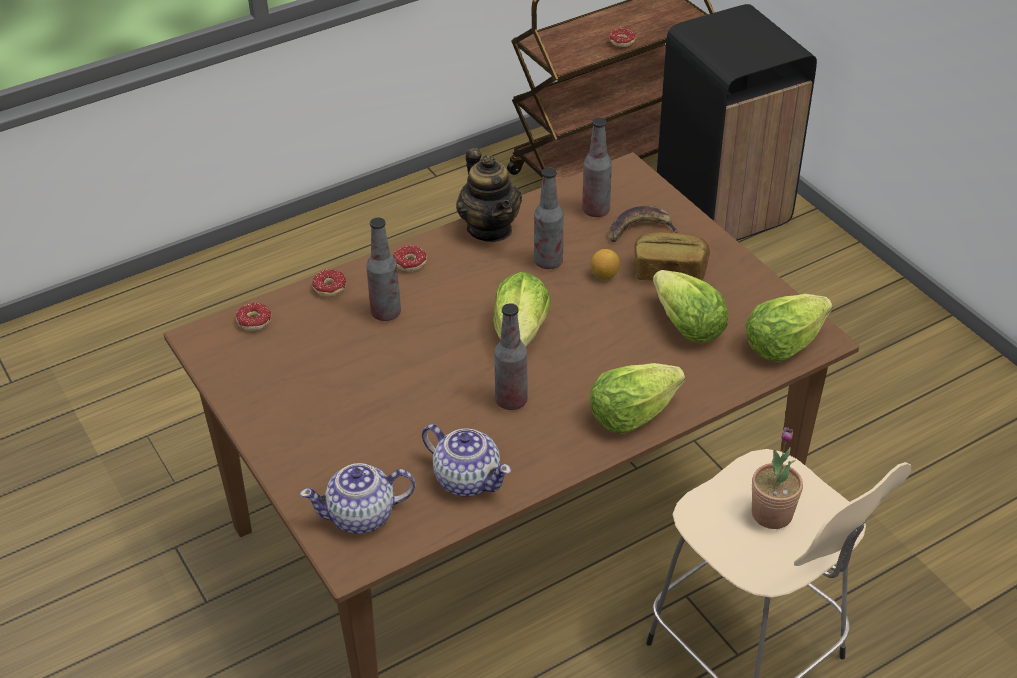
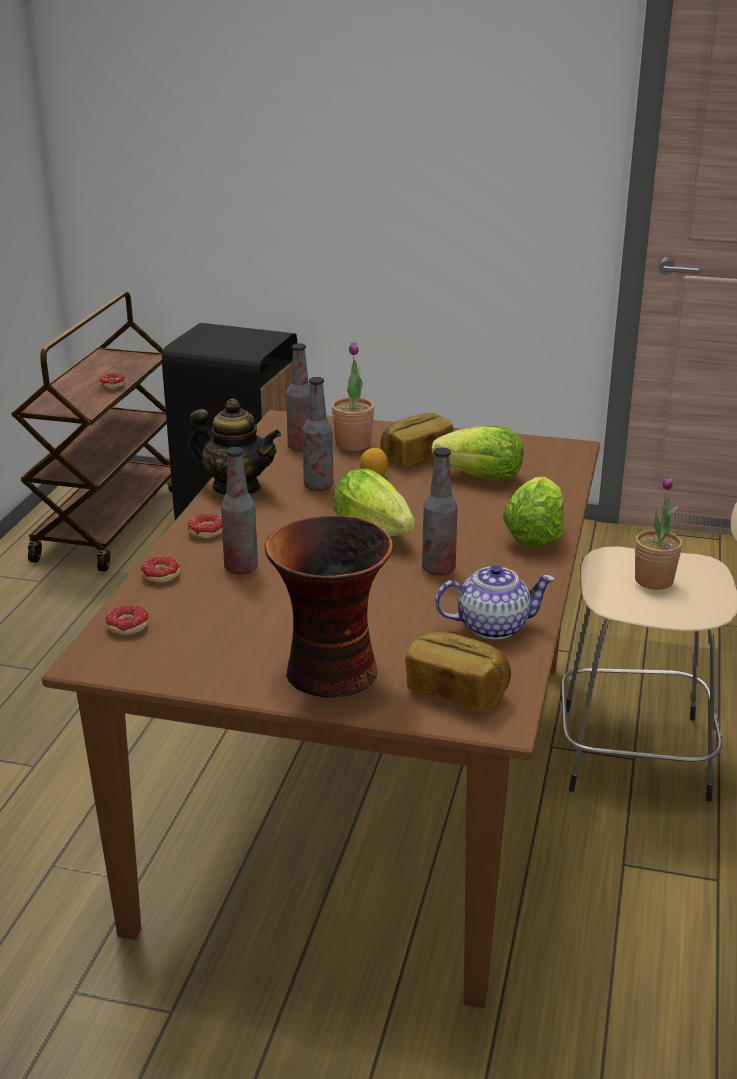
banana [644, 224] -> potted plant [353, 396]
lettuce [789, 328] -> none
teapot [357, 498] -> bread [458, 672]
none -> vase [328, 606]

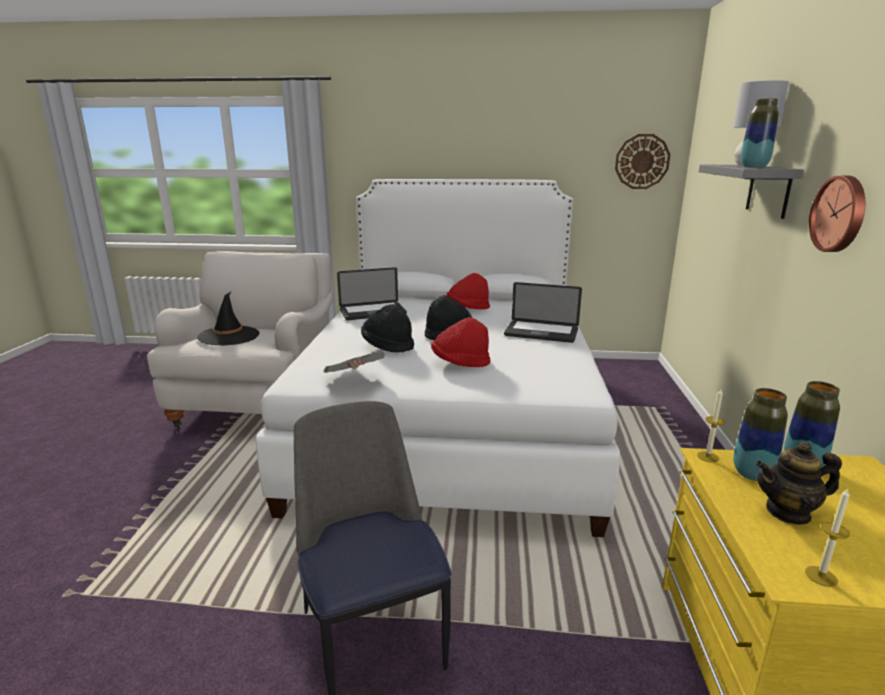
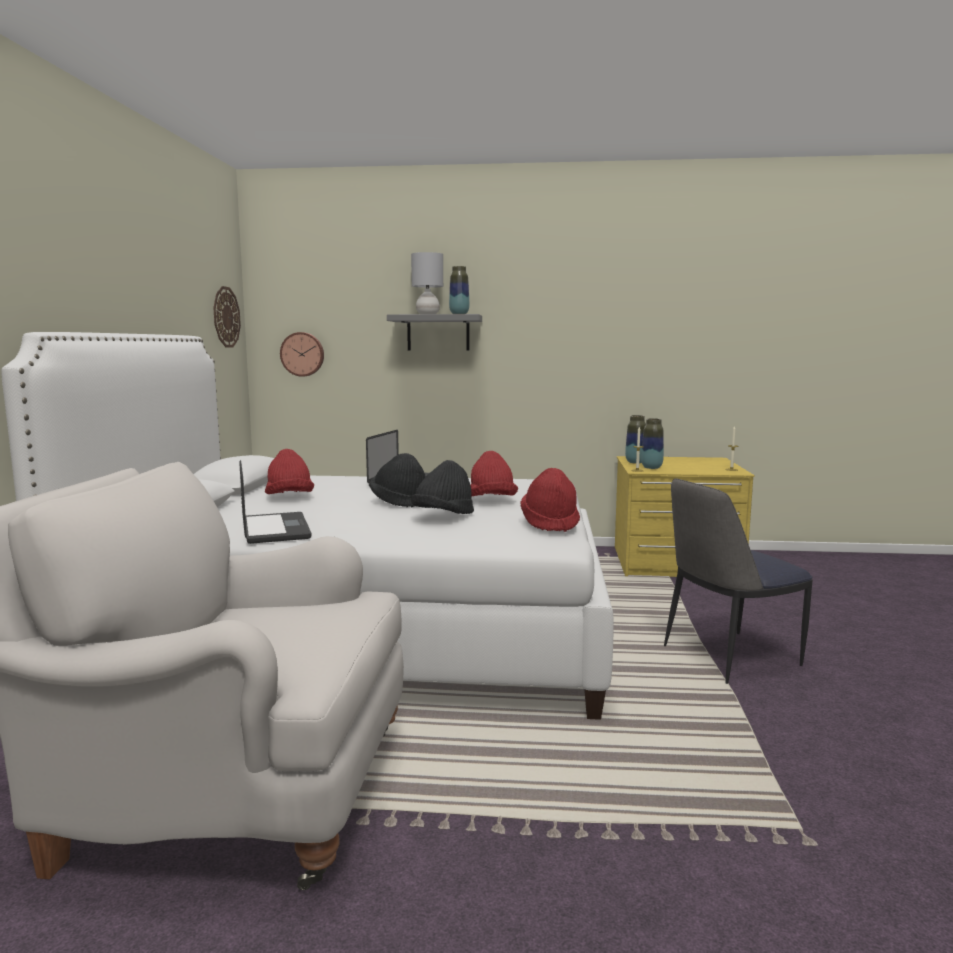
wall clock [837, 213] -> wall clock [302, 354], moved
hat (black) [228, 318] -> none
newspaper [354, 363] -> hat (red) [550, 500]
teapot [799, 483] -> none

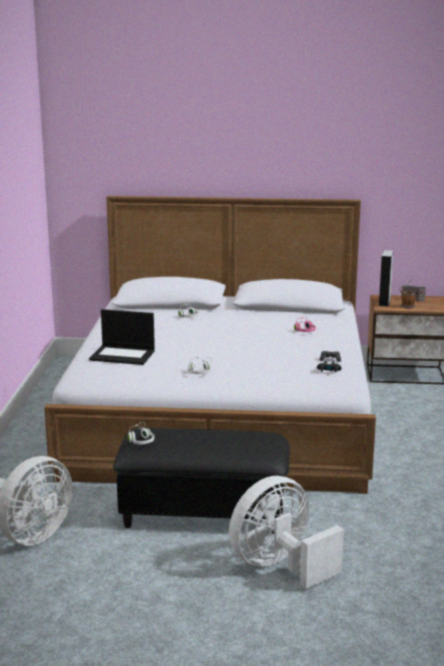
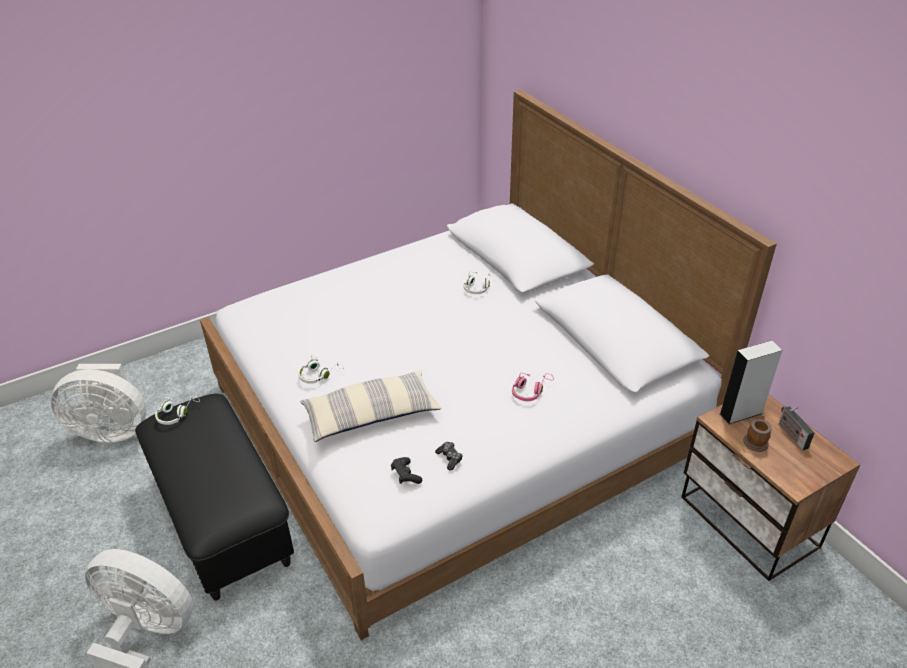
laptop [122, 337] -> none
none -> pillow [370, 406]

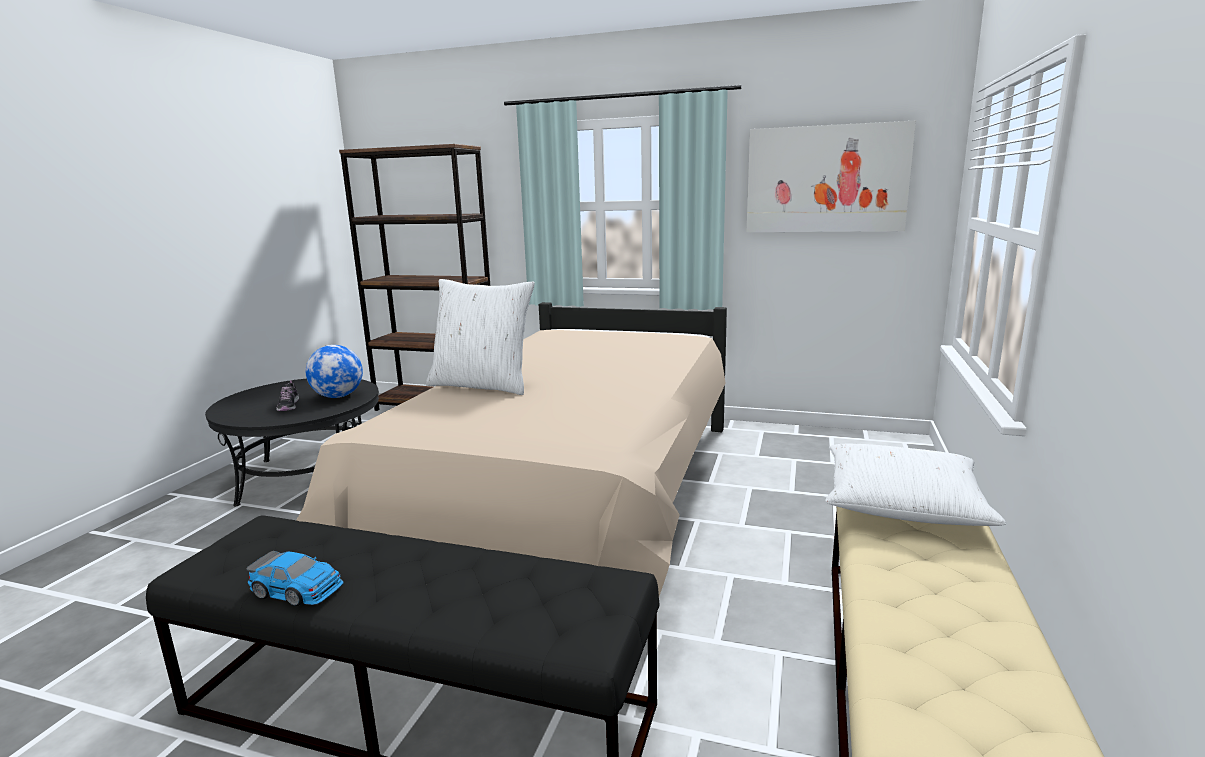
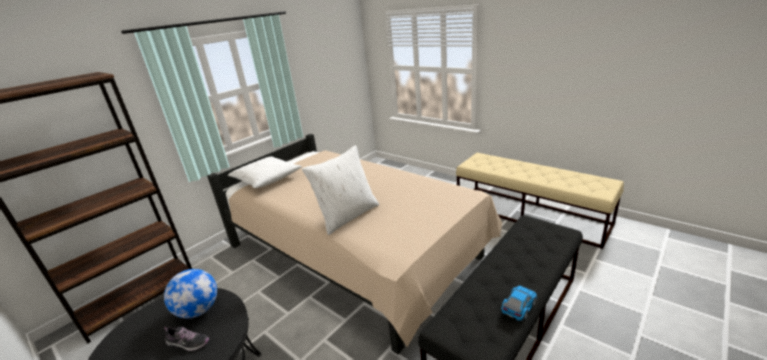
picture [831, 176] -> none
pillow (white) [915, 484] -> pillow (white) [265, 172], moved

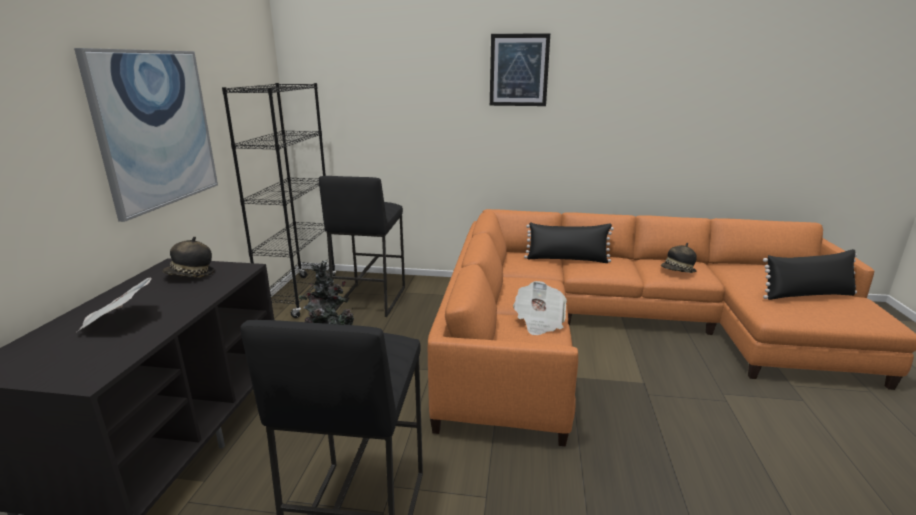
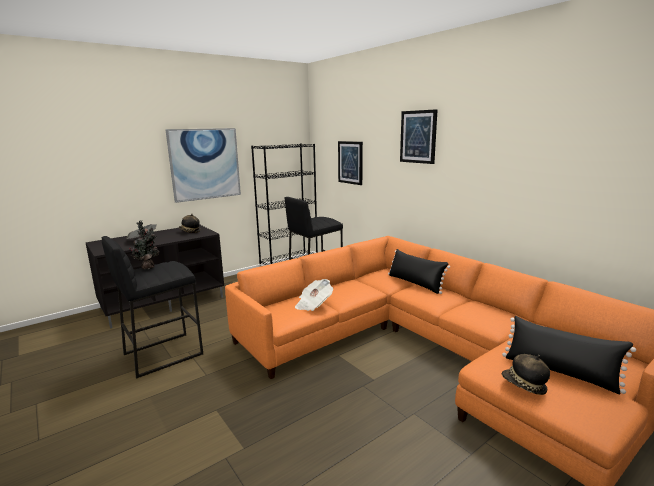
hat [679, 258] -> hat [526, 374], moved
none -> picture [350, 163]

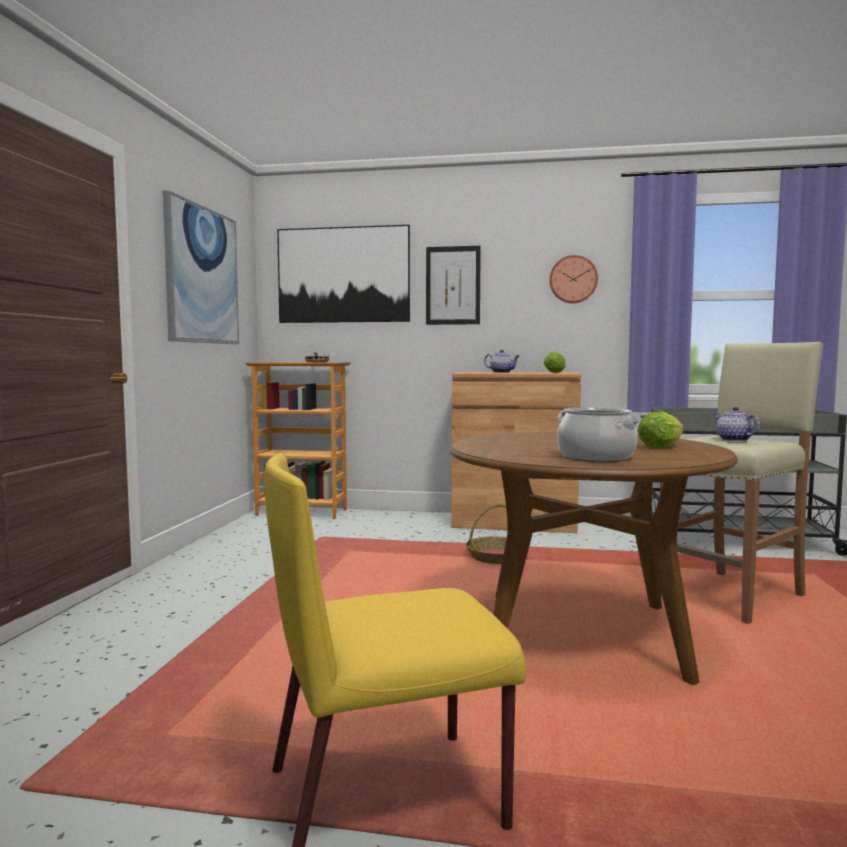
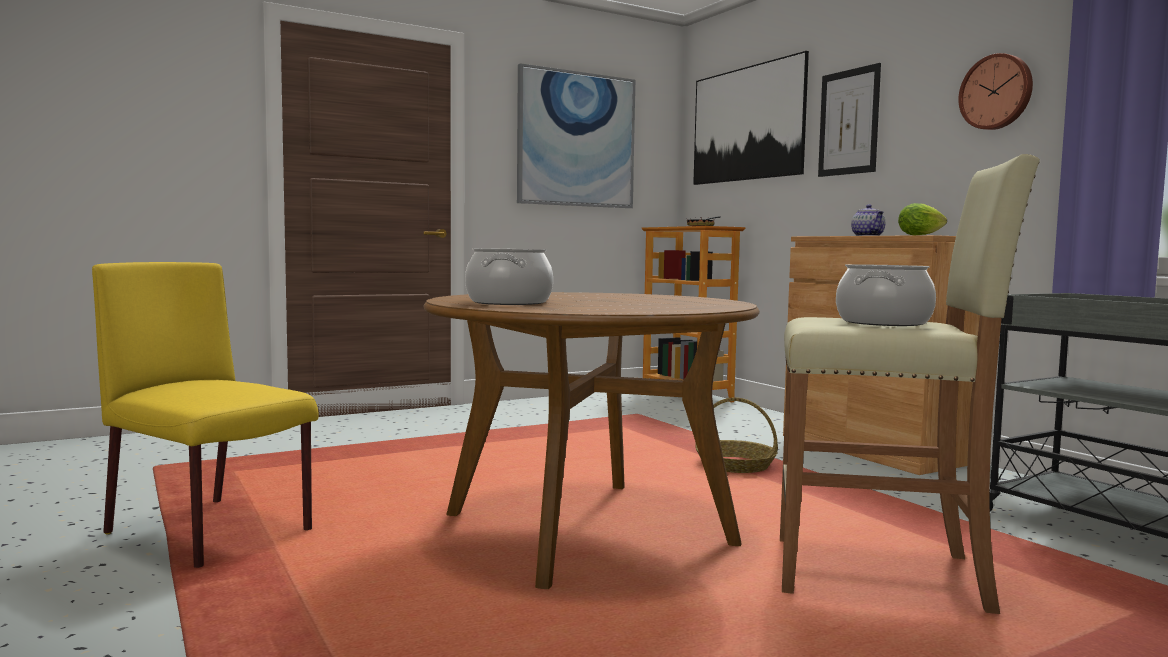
teapot [736, 424] -> cooking pot [886, 295]
lettuce [660, 430] -> none

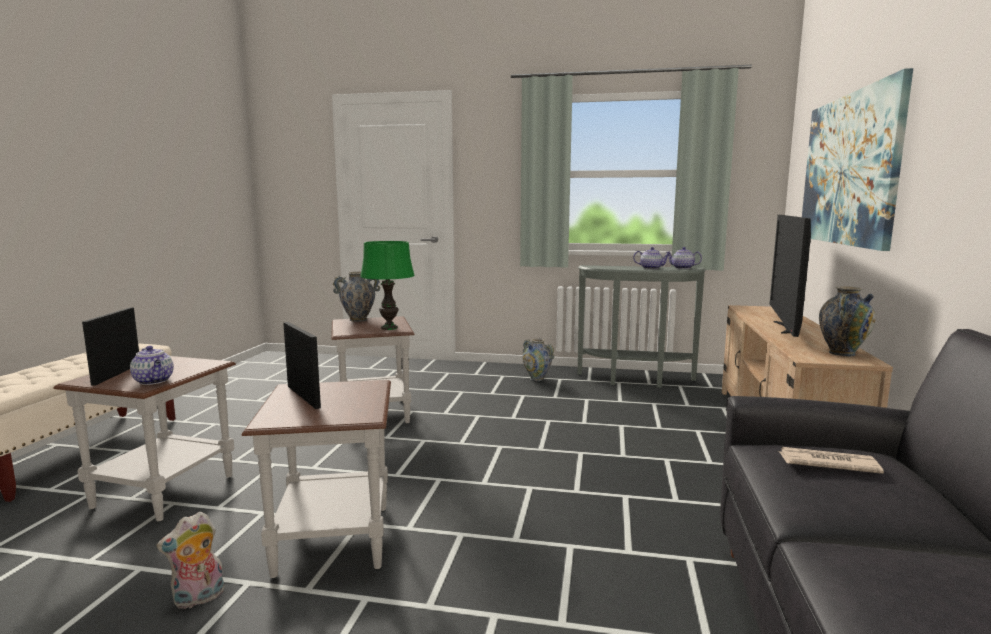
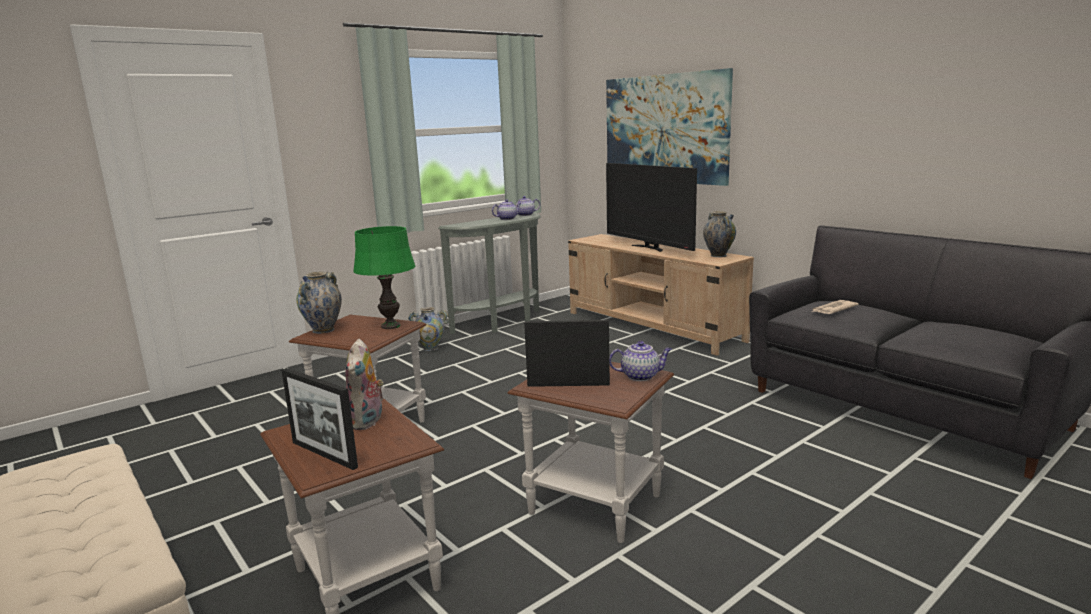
teapot [152, 365] -> teapot [640, 361], moved
plush toy [191, 561] -> plush toy [364, 384], moved

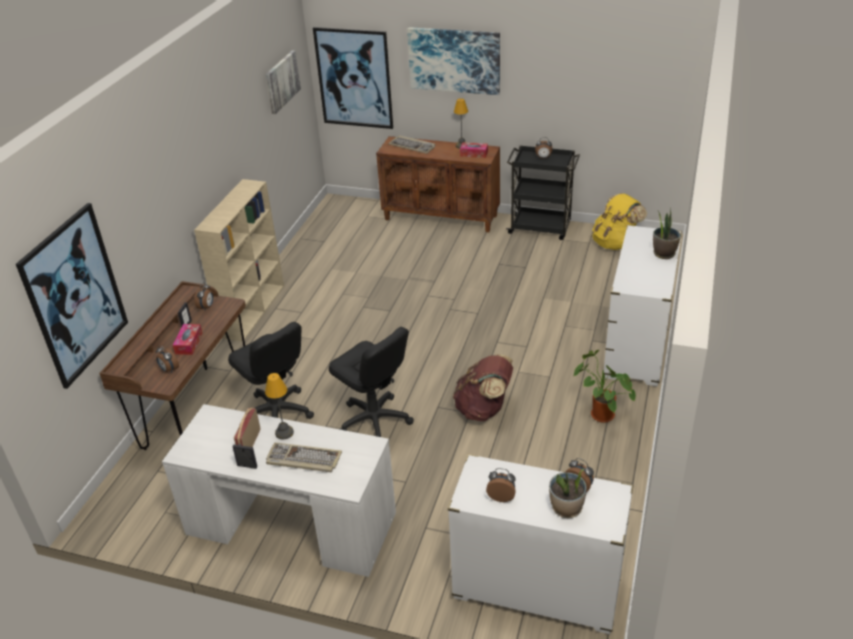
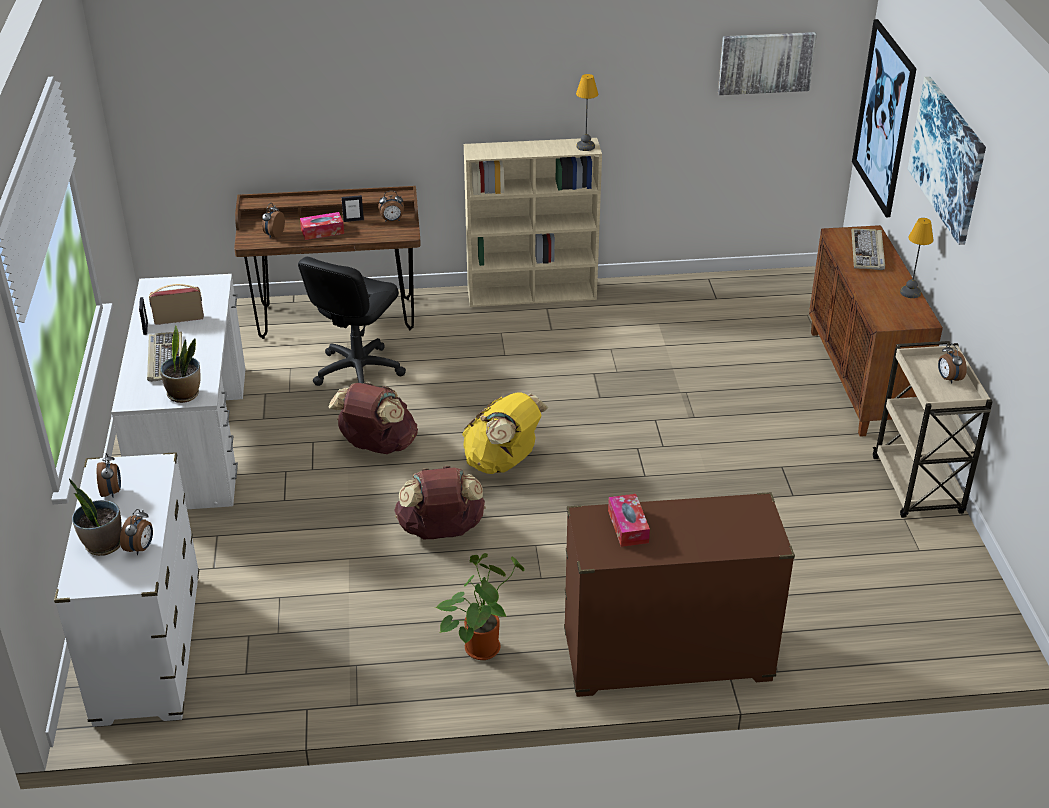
tissue box [474, 150] -> tissue box [629, 520], moved
cart (black) [543, 192] -> cart (beige) [933, 429]
backpack (yellow) [619, 221] -> backpack (yellow) [505, 433], moved
picture [72, 296] -> none
potted plant [667, 233] -> potted plant [180, 364], moved
dresser (white) [643, 305] -> dresser (brown) [679, 594]
office chair (black) [371, 382] -> backpack (brown) [373, 418]
table lamp [279, 406] -> table lamp [587, 112], moved

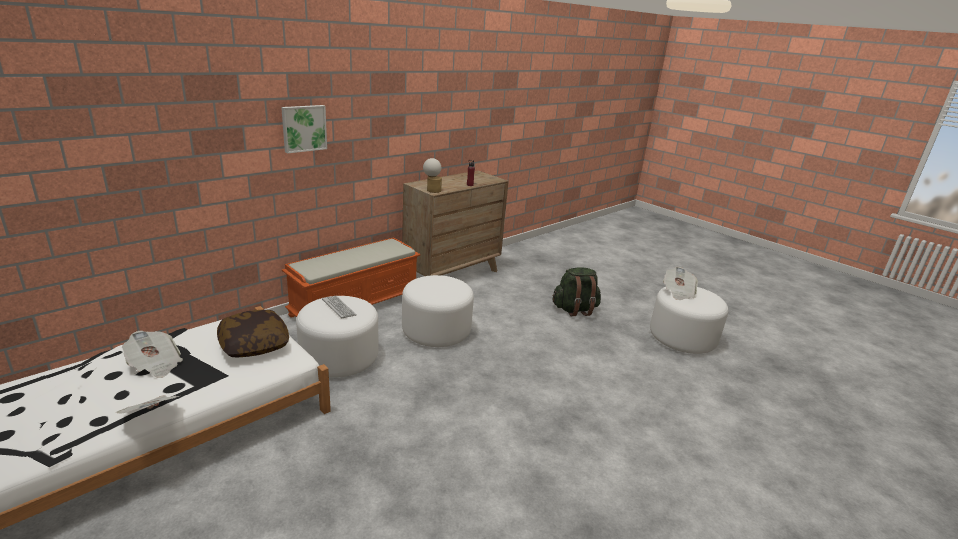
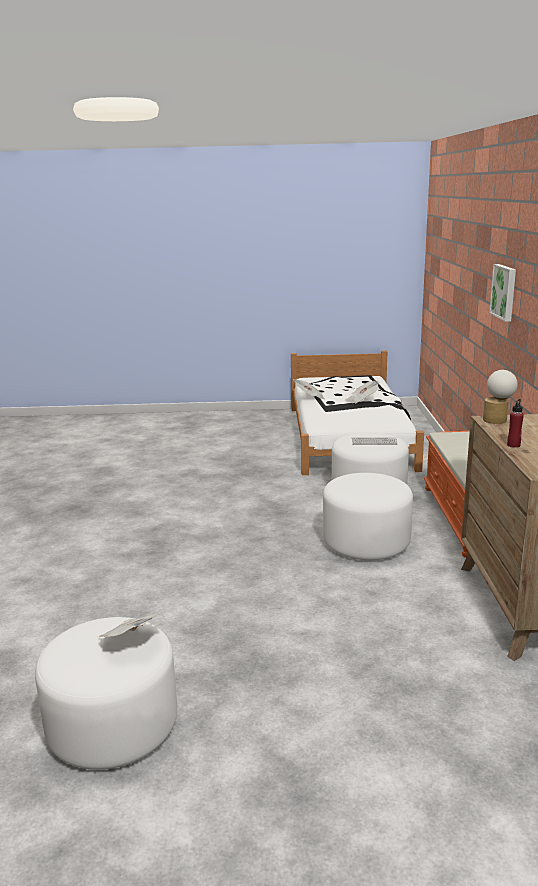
backpack (green) [576, 291] -> none
pillow [253, 334] -> none

